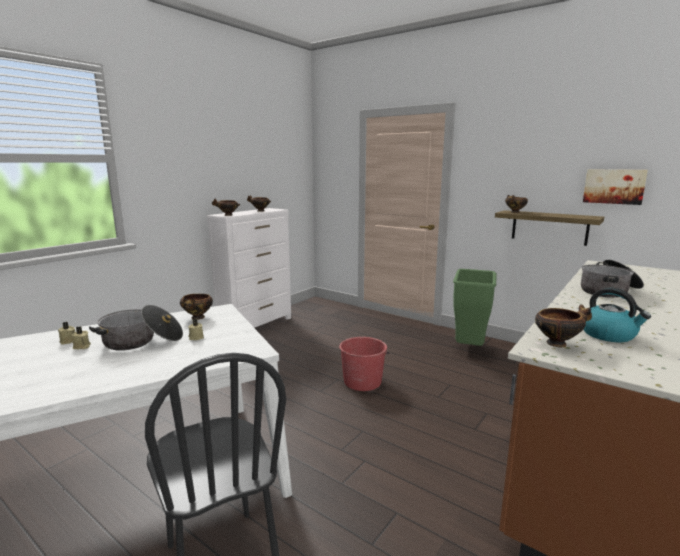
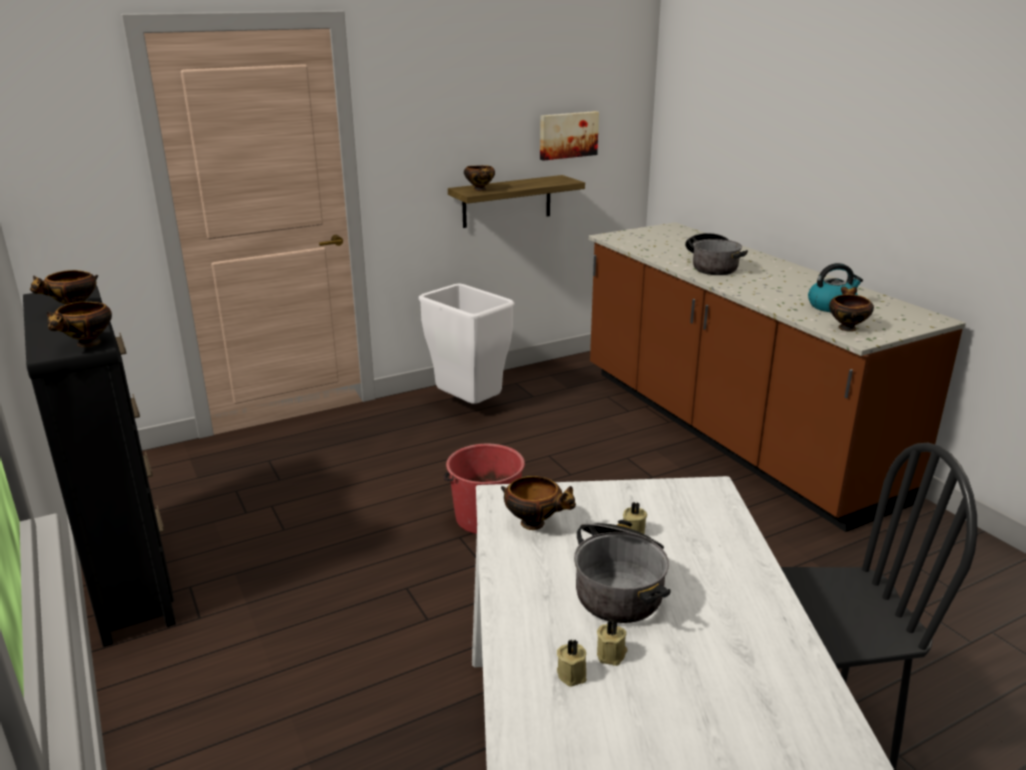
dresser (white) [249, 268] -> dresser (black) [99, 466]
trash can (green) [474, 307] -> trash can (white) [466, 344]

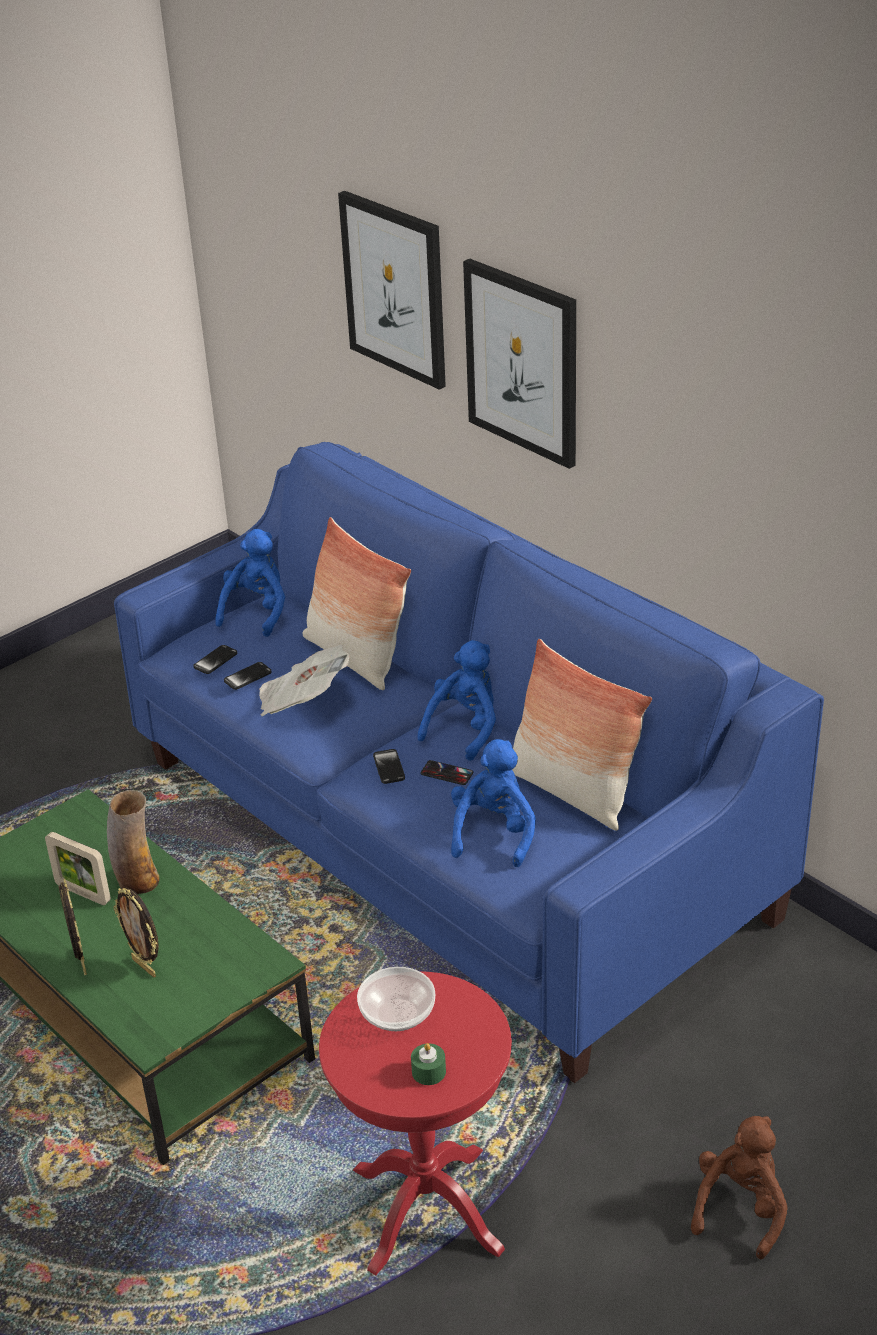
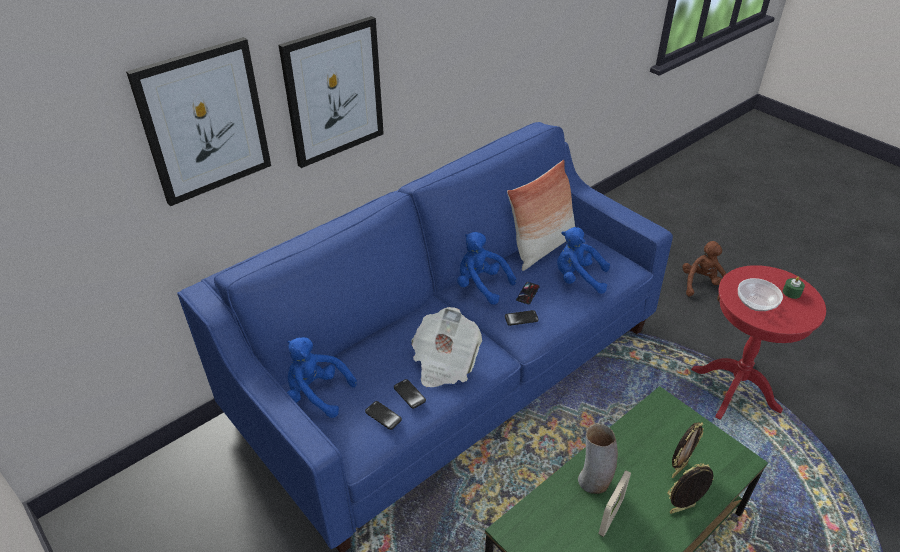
pillow [357, 603] -> none
plush toy (brown) [739, 1188] -> plush toy (brown) [704, 271], 75 degrees clockwise

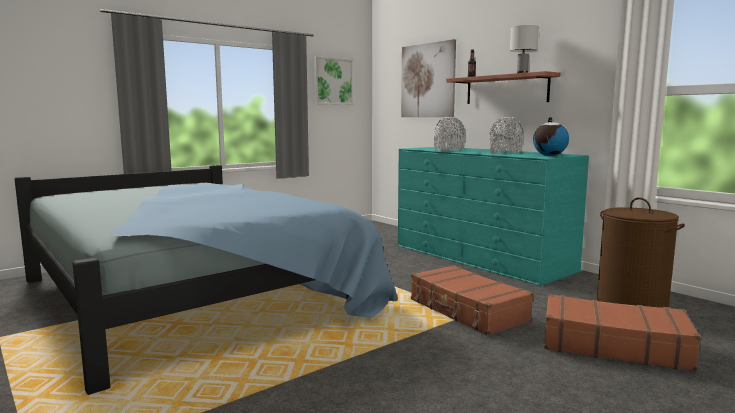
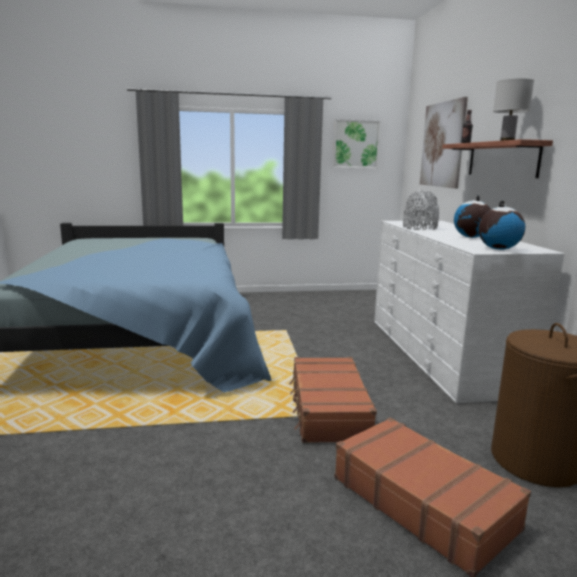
vase (grey) [506, 135] -> globe [472, 216]
dresser (turquoise) [493, 216] -> dresser (white) [469, 312]

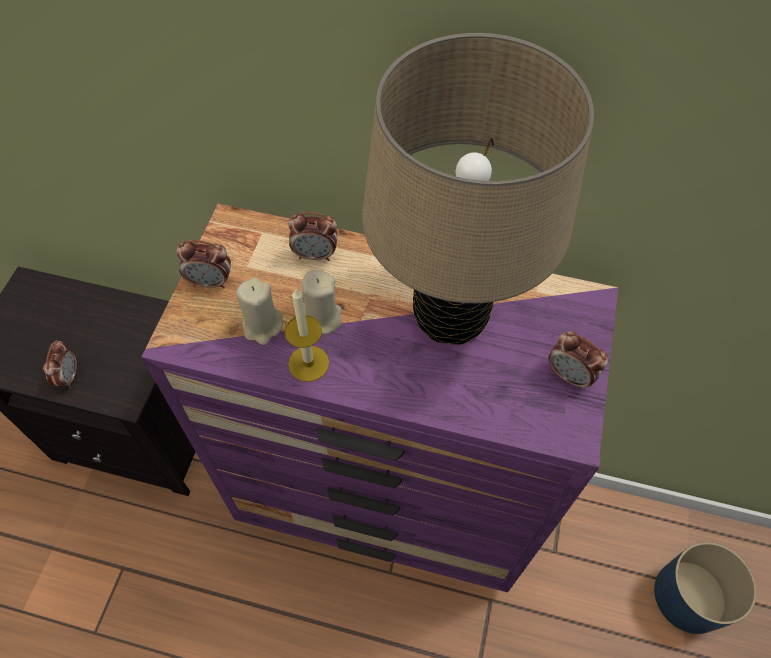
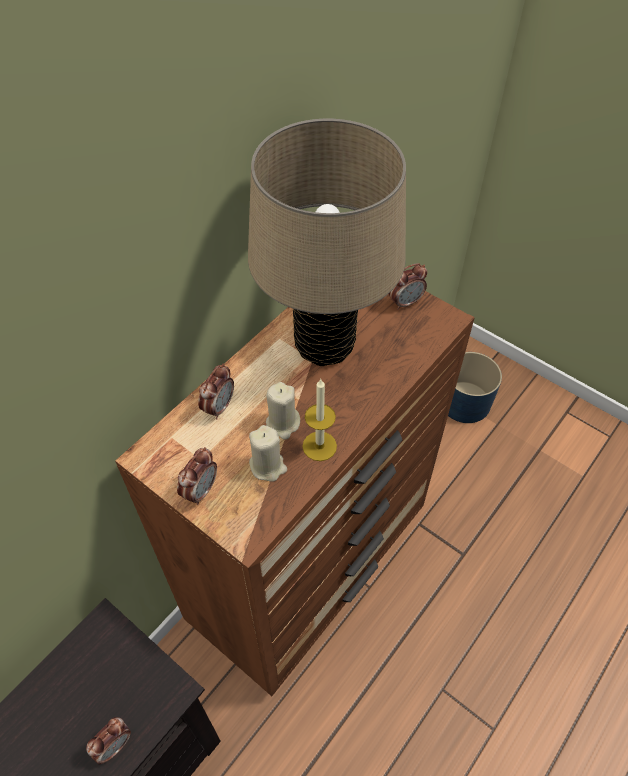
dresser (purple) [379, 398] -> dresser (brown) [295, 493]
alarm clock [60, 364] -> alarm clock [108, 740], 105 degrees clockwise

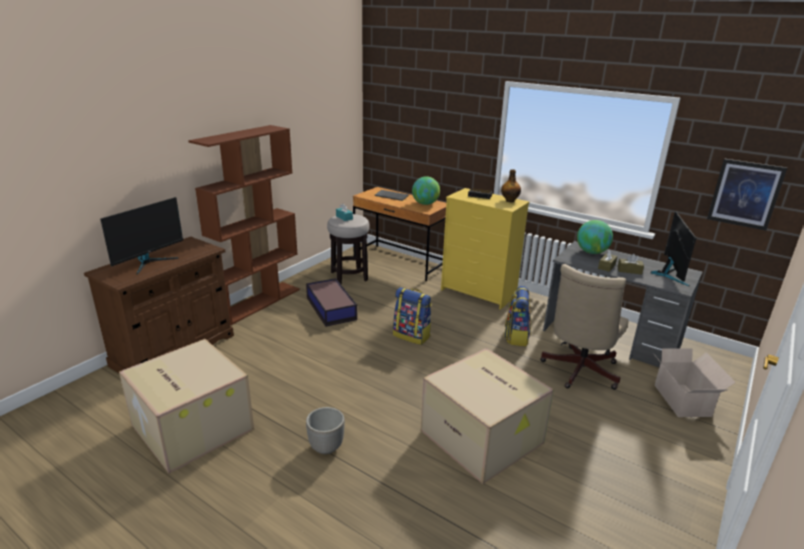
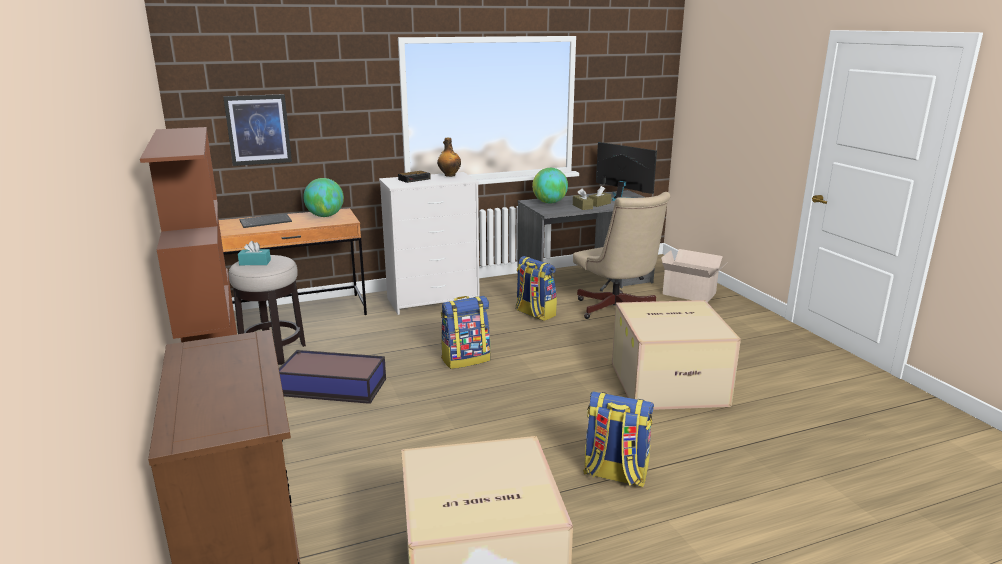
picture [747, 195] -> picture [257, 130], moved
dresser (yellow) [485, 249] -> dresser (white) [429, 243]
monitor [141, 236] -> none
planter [325, 431] -> backpack [618, 439]

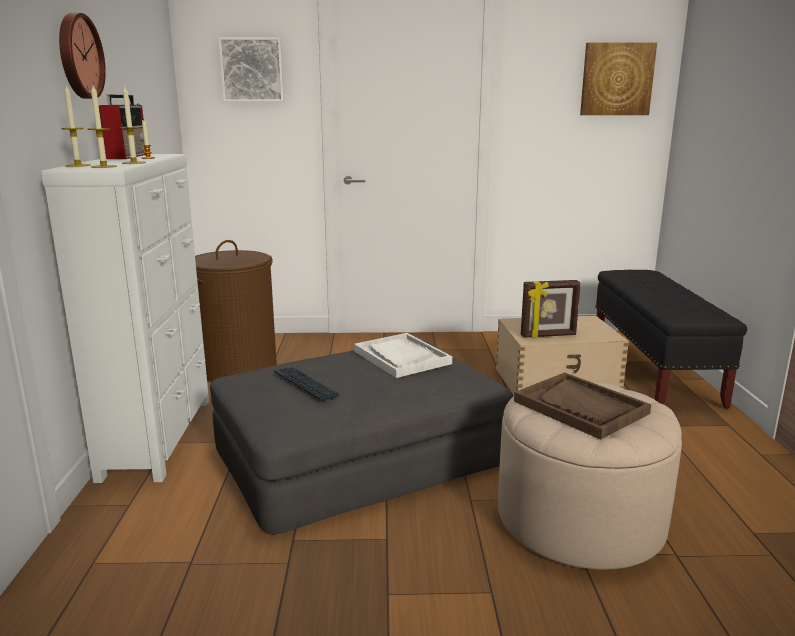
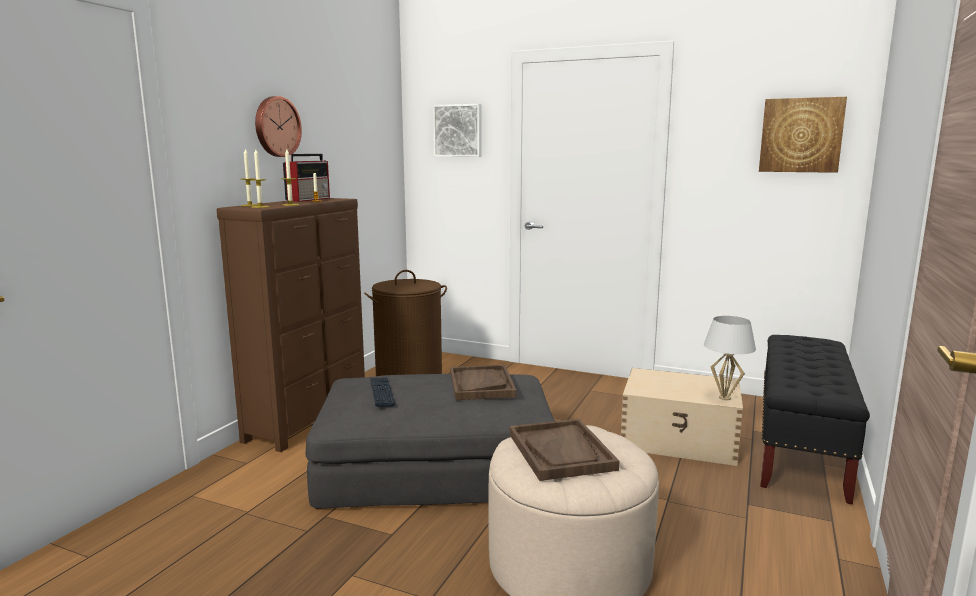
dresser (white) [125, 318] -> dresser (brown) [291, 325]
picture frame [551, 309] -> none
tray (white) [403, 355] -> tray (brown) [483, 382]
none -> table lamp (white) [730, 358]

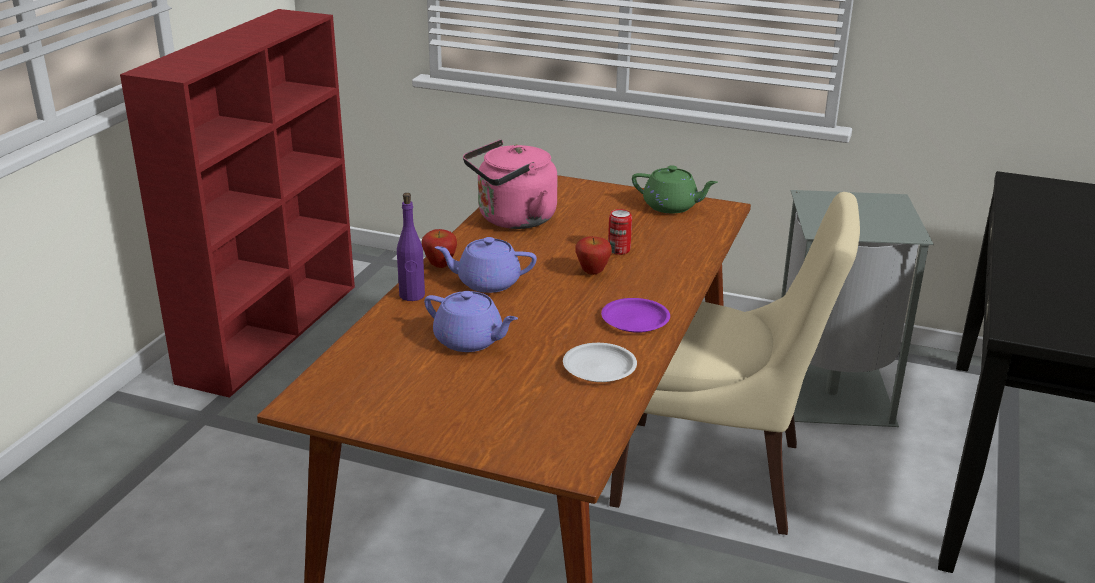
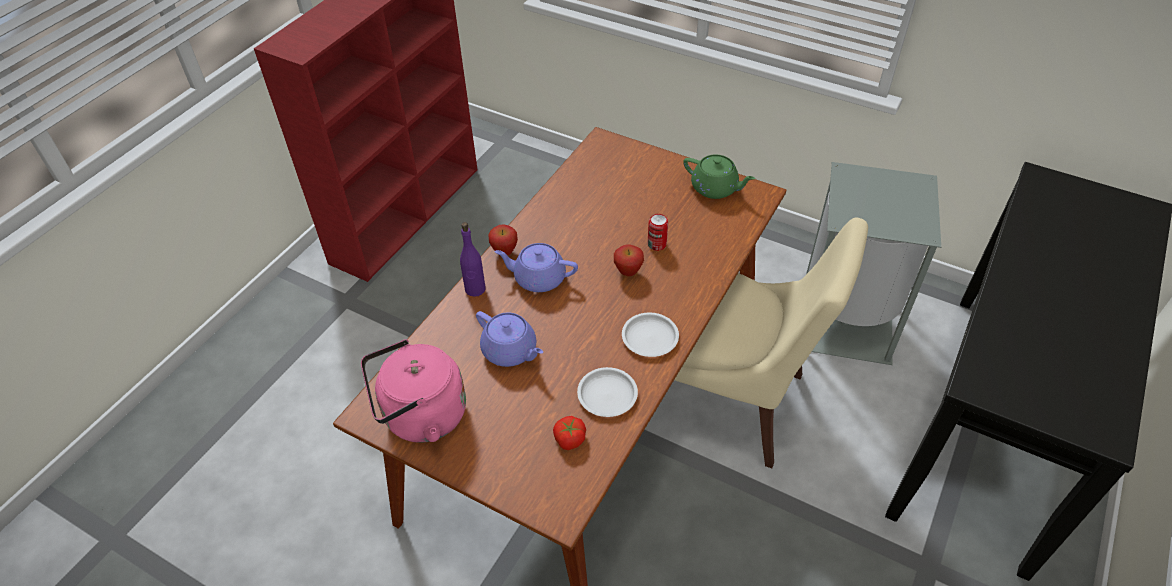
kettle (pink) [510, 184] -> kettle (pink) [413, 391], moved
plate (purple) [635, 315] -> plate (white) [650, 335]
none -> tomato [569, 433]

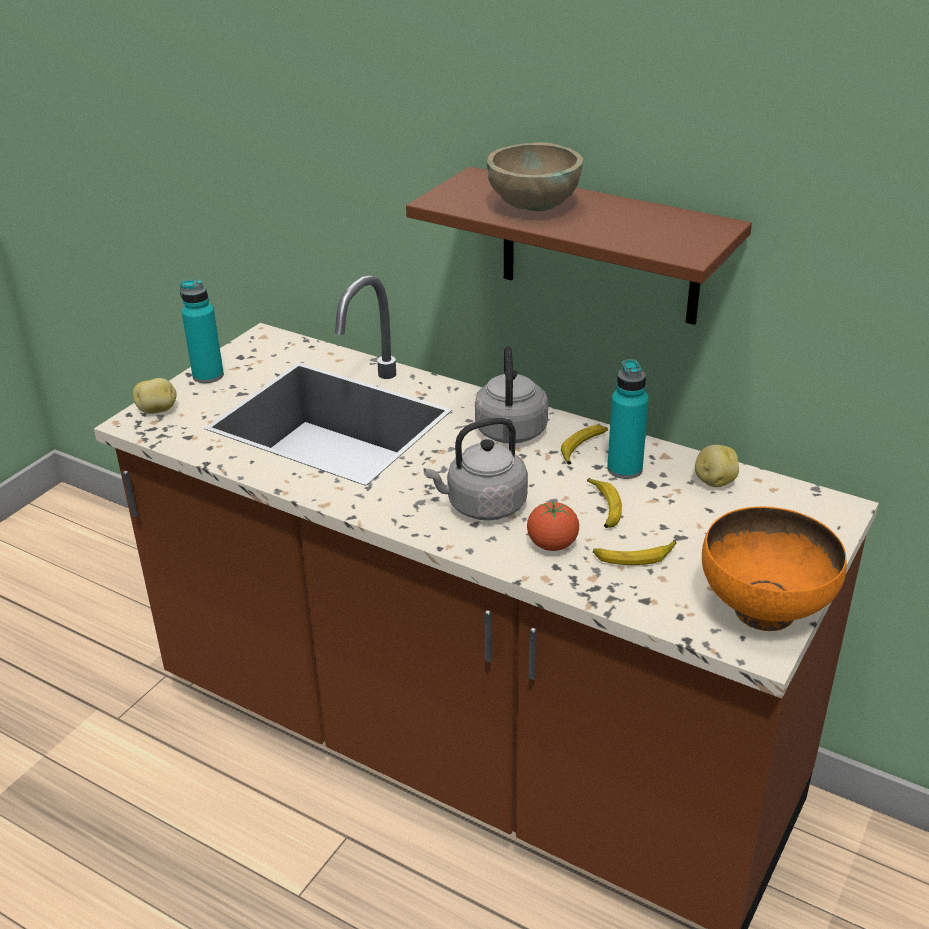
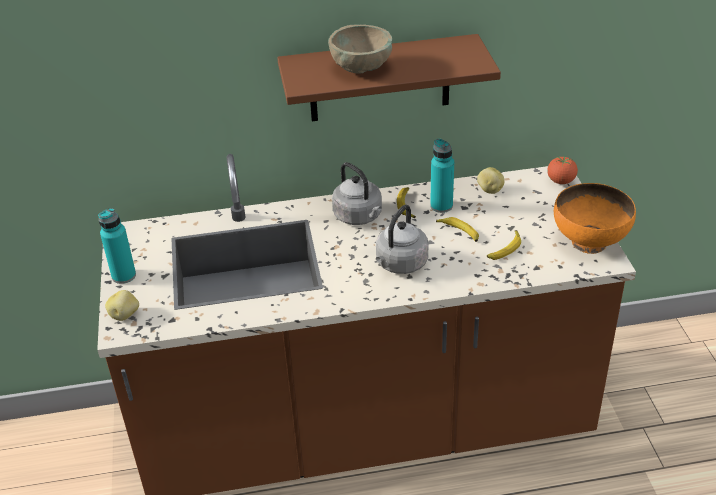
tomato [553, 525] -> tomato [562, 170], moved

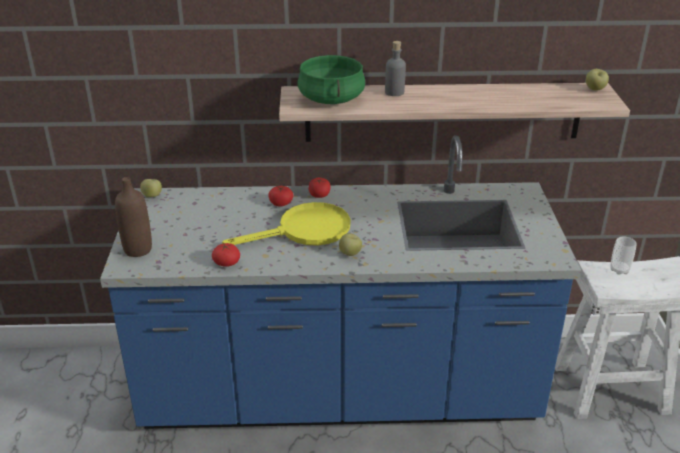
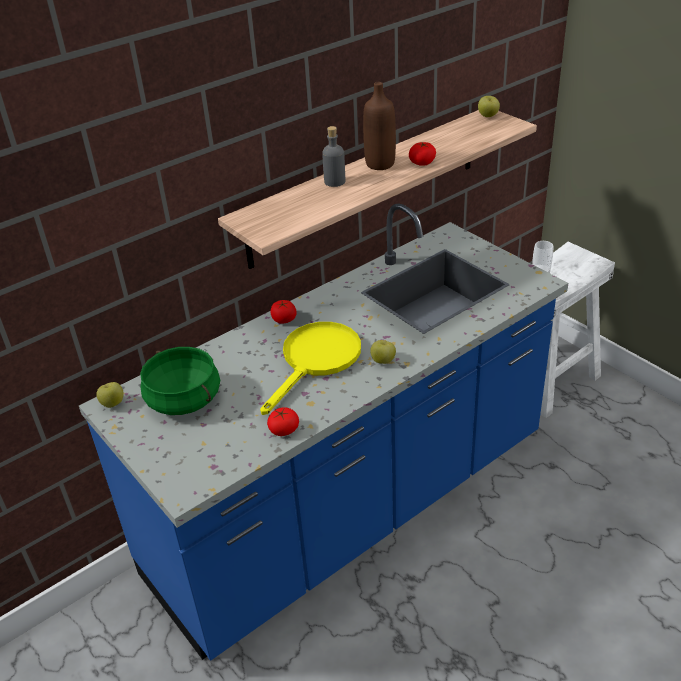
cooking pot (green) [331, 79] -> cooking pot (green) [180, 381], moved
bottle (brown) [133, 217] -> bottle (brown) [379, 126], moved
tomato [280, 196] -> tomato [422, 154], moved

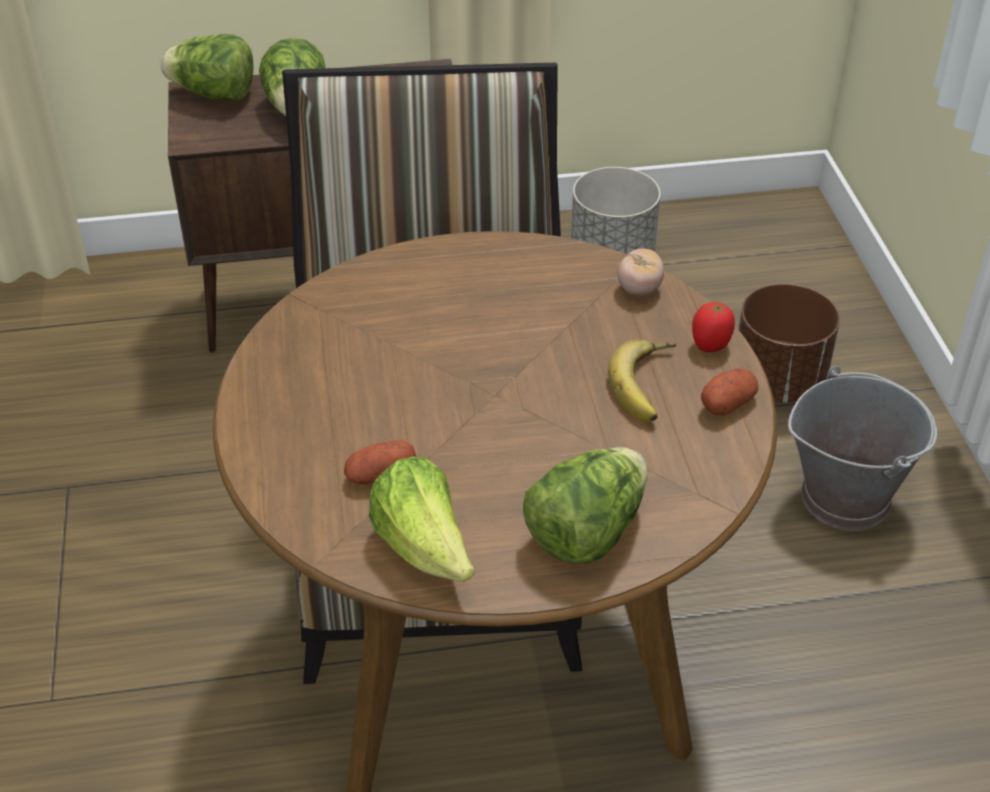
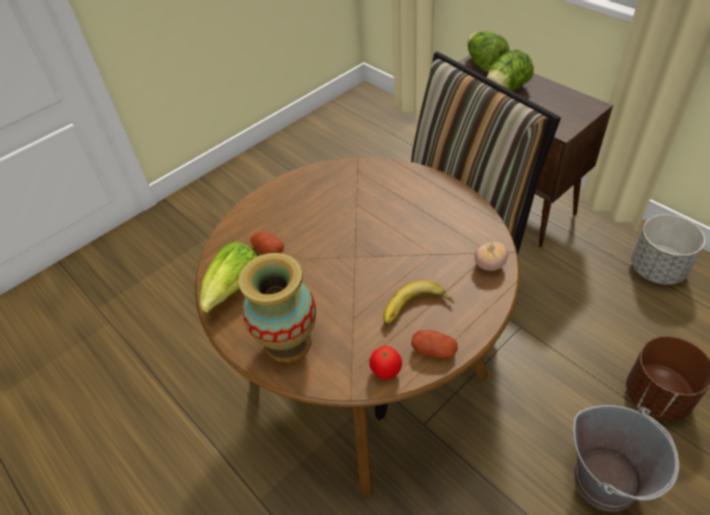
tomato [713, 327] -> tomato [385, 362], moved
lettuce [585, 505] -> vase [277, 308]

